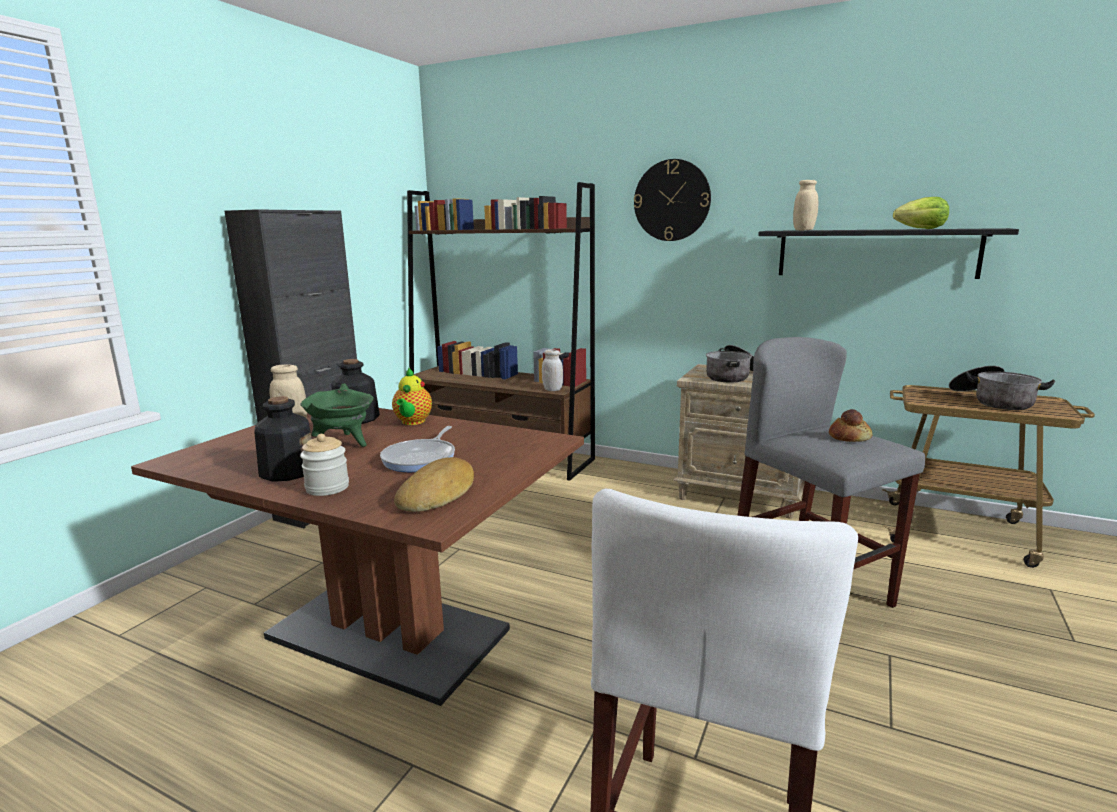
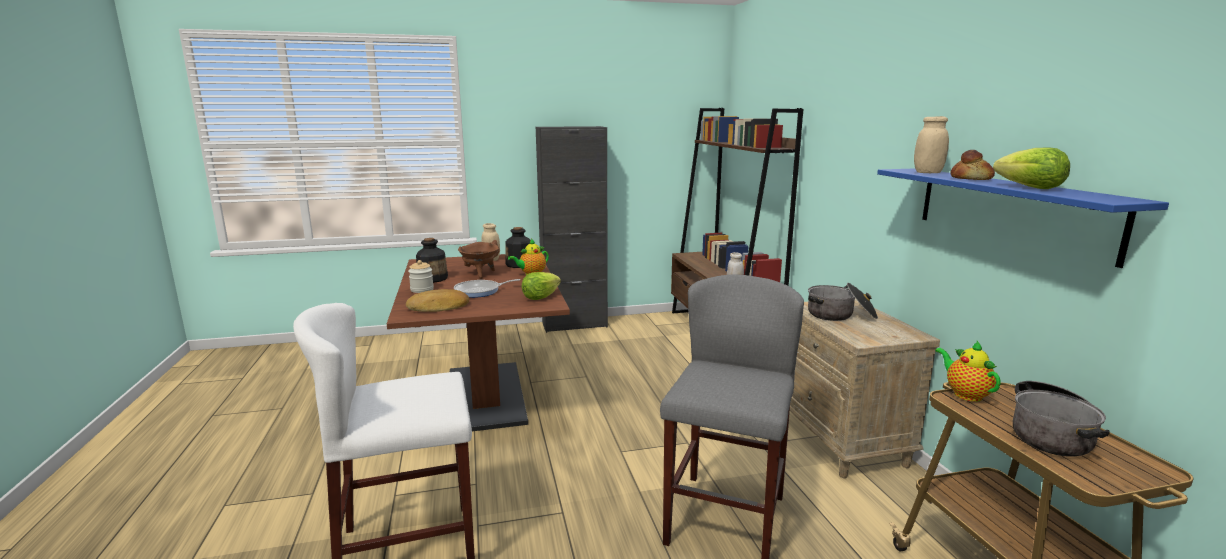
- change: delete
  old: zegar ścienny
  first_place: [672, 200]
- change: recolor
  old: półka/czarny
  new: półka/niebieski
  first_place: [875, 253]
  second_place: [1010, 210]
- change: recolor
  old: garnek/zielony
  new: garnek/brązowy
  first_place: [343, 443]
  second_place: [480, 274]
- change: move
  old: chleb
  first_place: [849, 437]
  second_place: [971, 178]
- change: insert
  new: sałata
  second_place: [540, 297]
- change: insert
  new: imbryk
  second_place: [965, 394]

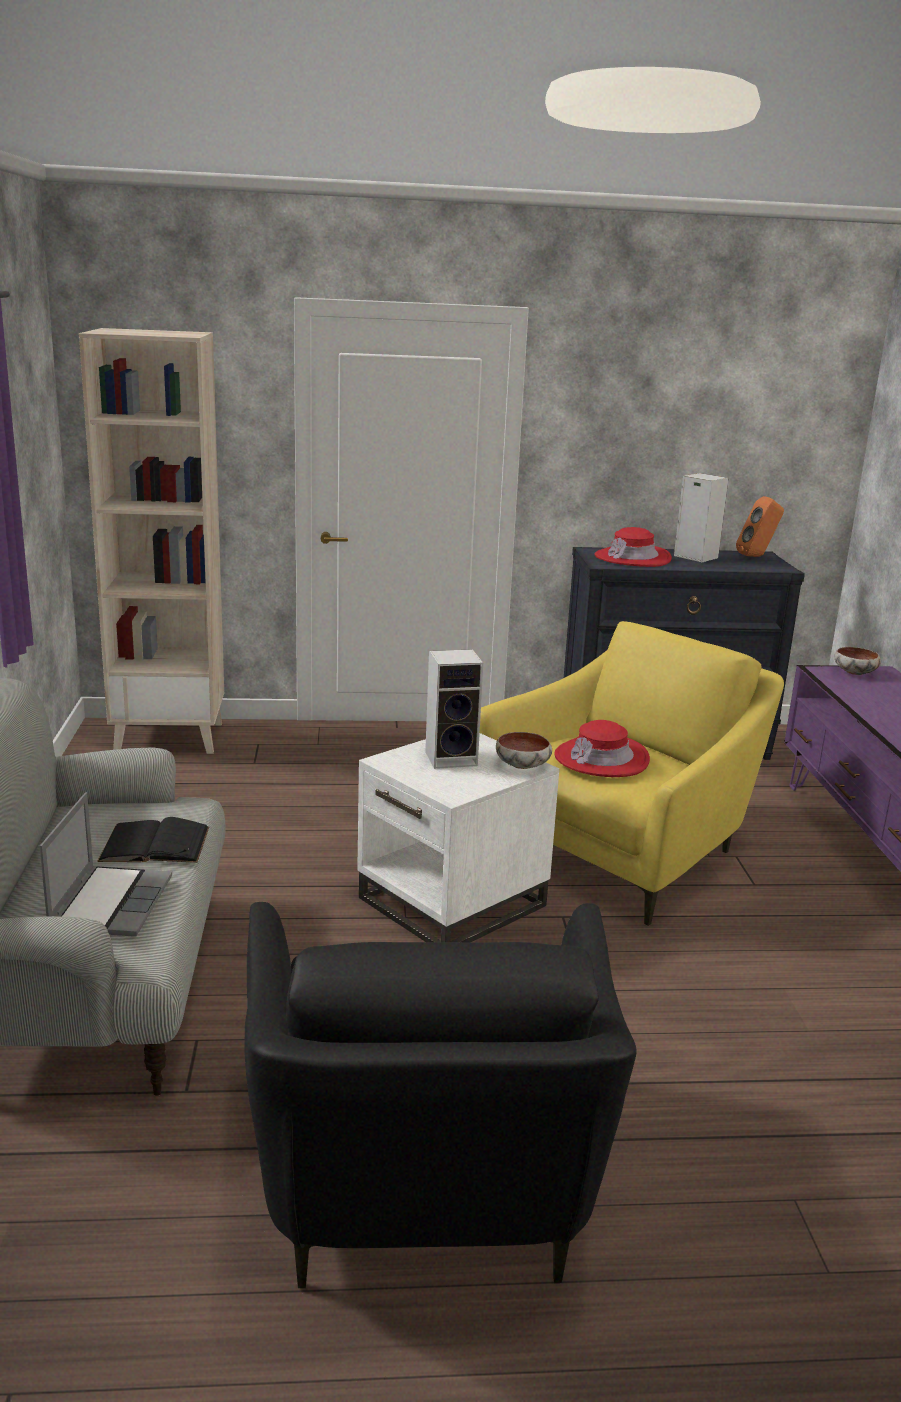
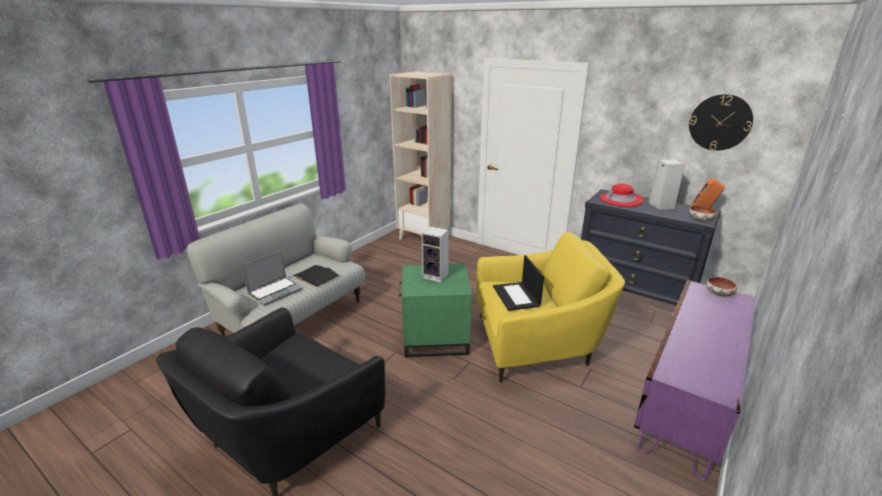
- change: replace
  old: kapelusz/czerwony
  new: laptop
  first_place: [601, 758]
  second_place: [516, 296]
- change: move
  old: miska
  first_place: [523, 766]
  second_place: [700, 220]
- change: recolor
  old: stolik/biały
  new: stolik/zielony
  first_place: [453, 902]
  second_place: [435, 338]
- change: insert
  new: zegar ścienny
  second_place: [720, 122]

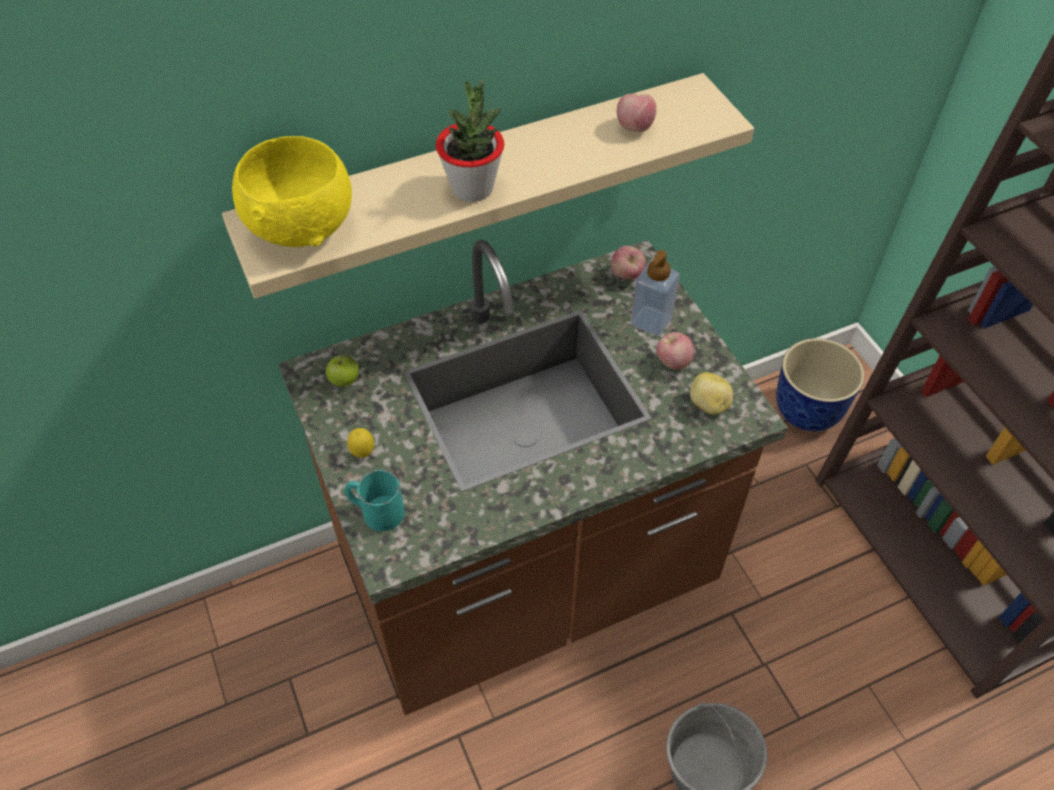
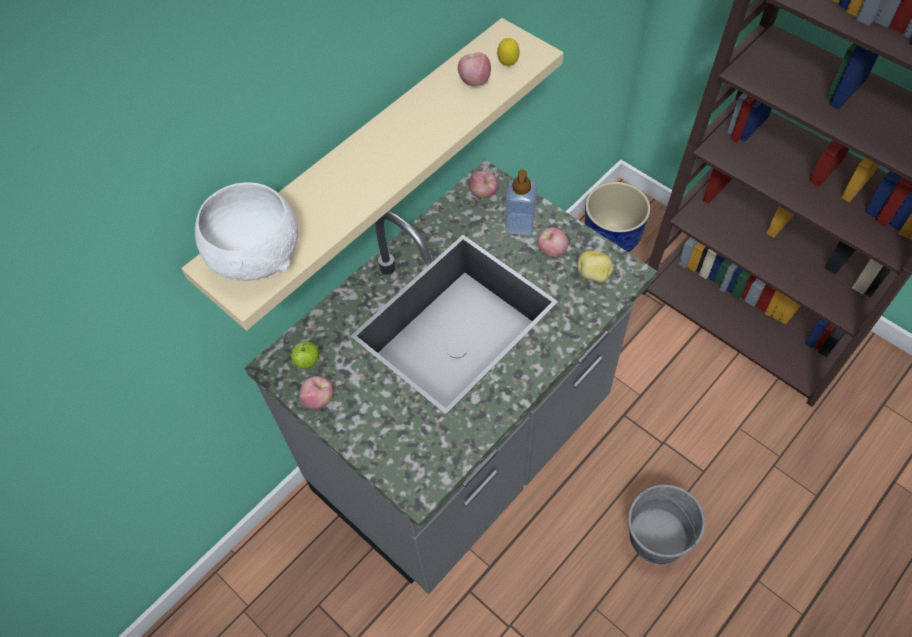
- change: delete
  old: roślina doniczkowa
  first_place: [472, 188]
- change: recolor
  old: miska/żółty
  new: miska/biały
  first_place: [303, 226]
  second_place: [257, 256]
- change: recolor
  old: zabudowa kuchenna/brązowy
  new: zabudowa kuchenna/szary
  first_place: [527, 578]
  second_place: [464, 450]
- change: move
  old: cytryna
  first_place: [363, 453]
  second_place: [508, 64]
- change: delete
  old: kubek/turkusowy
  first_place: [375, 511]
- change: insert
  new: jabłko
  second_place: [319, 399]

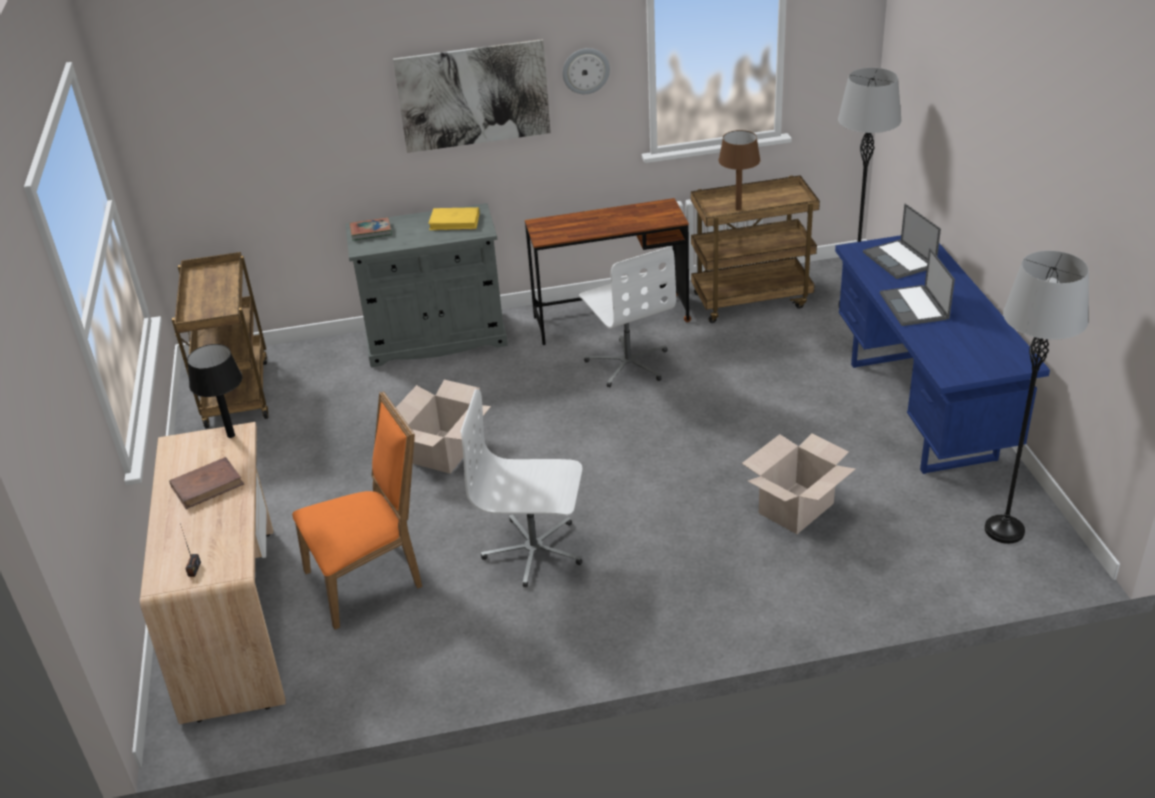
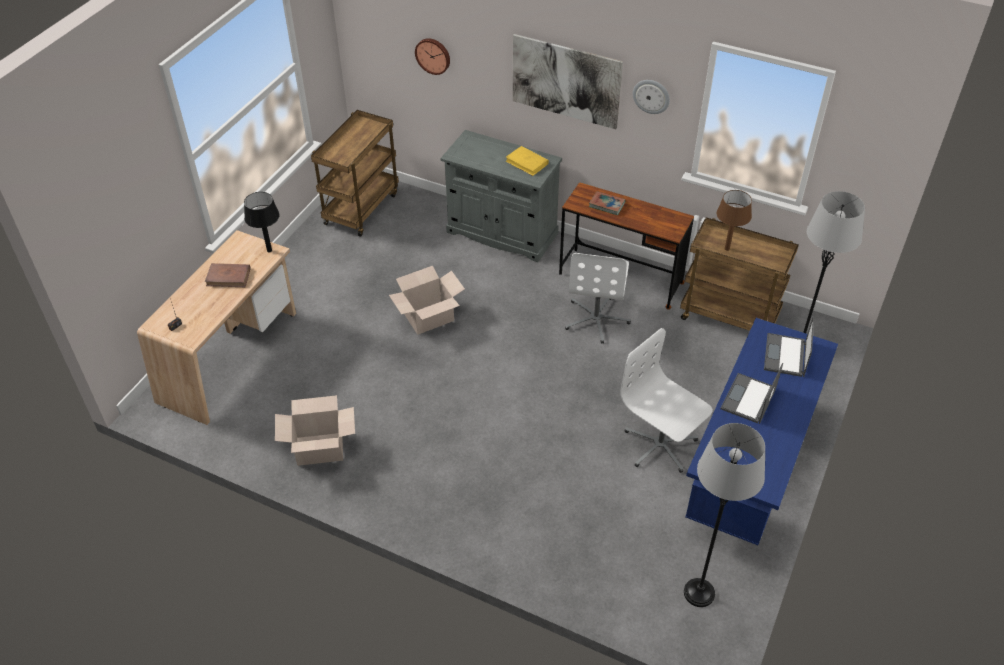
- change: move
  old: książka
  first_place: [371, 231]
  second_place: [607, 205]
- change: move
  old: krzesło biurowe/biały
  first_place: [534, 551]
  second_place: [660, 445]
- change: delete
  old: krzesło/pomarańczowy
  first_place: [370, 578]
- change: move
  old: karton
  first_place: [796, 508]
  second_place: [319, 449]
- change: insert
  new: zegar ścienny
  second_place: [433, 55]

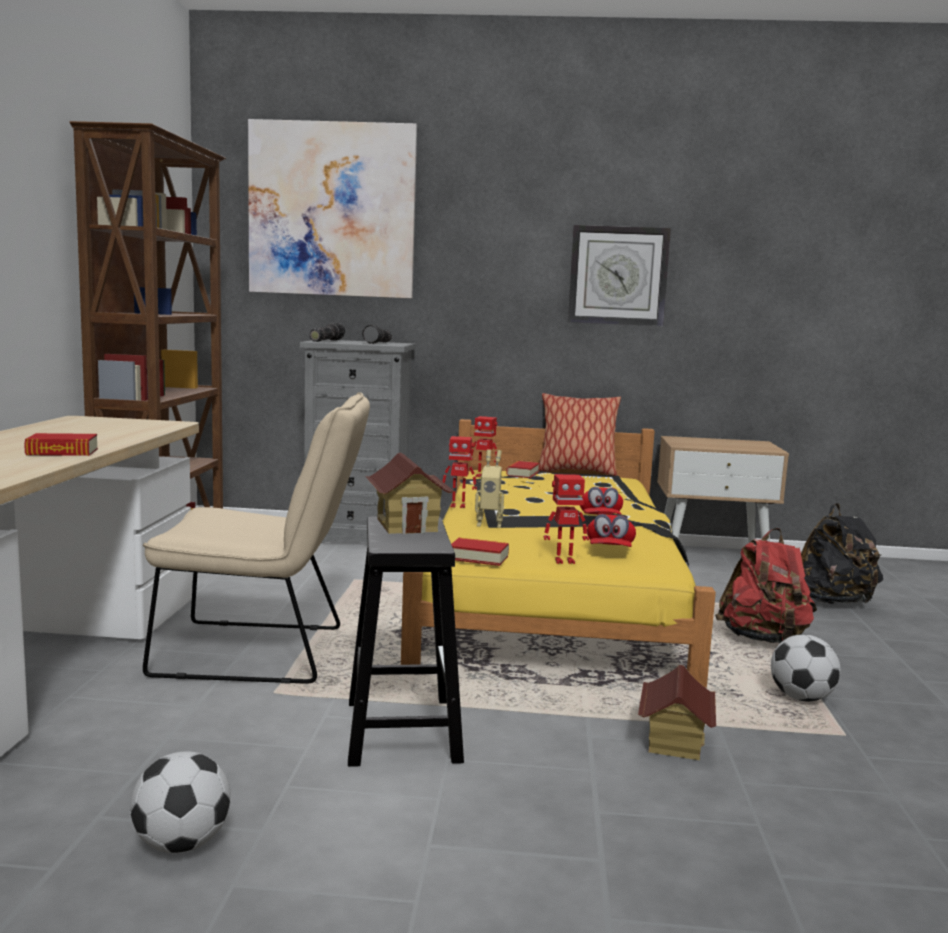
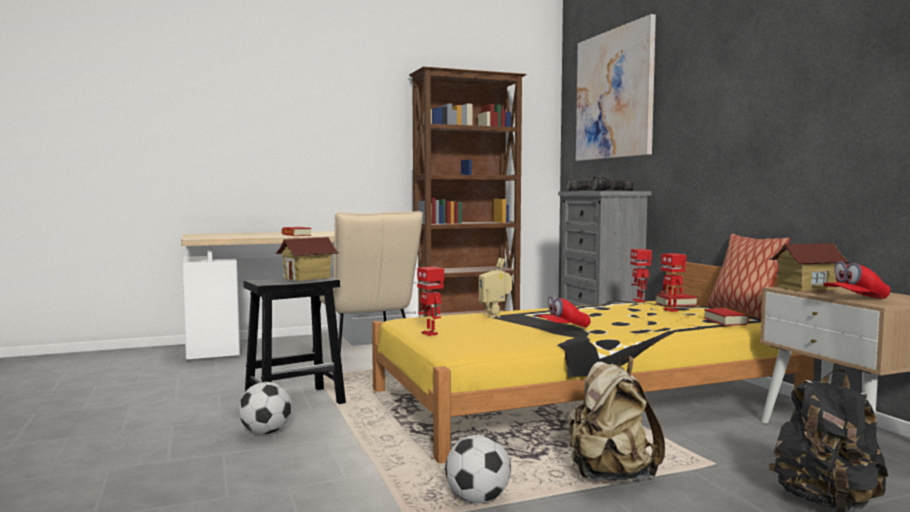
- change: delete
  old: zegar ścienny
  first_place: [618, 276]
- change: move
  old: robot zabawkowy
  first_place: [458, 506]
  second_place: [671, 310]
- change: move
  old: czapka z daszkiem/czerwony
  first_place: [609, 551]
  second_place: [855, 299]
- change: recolor
  old: plecak/czerwony
  new: plecak/beżowy
  first_place: [763, 640]
  second_place: [609, 476]
- change: move
  old: książka
  first_place: [478, 557]
  second_place: [725, 321]
- change: move
  old: domek
  first_place: [673, 742]
  second_place: [806, 289]
- change: move
  old: piłka futbolowa
  first_place: [181, 844]
  second_place: [265, 432]

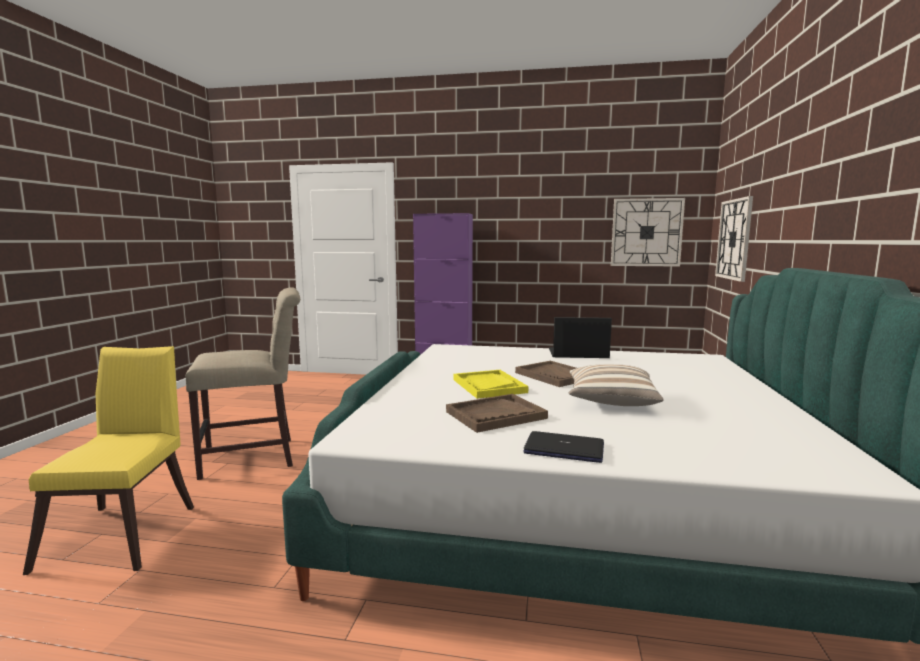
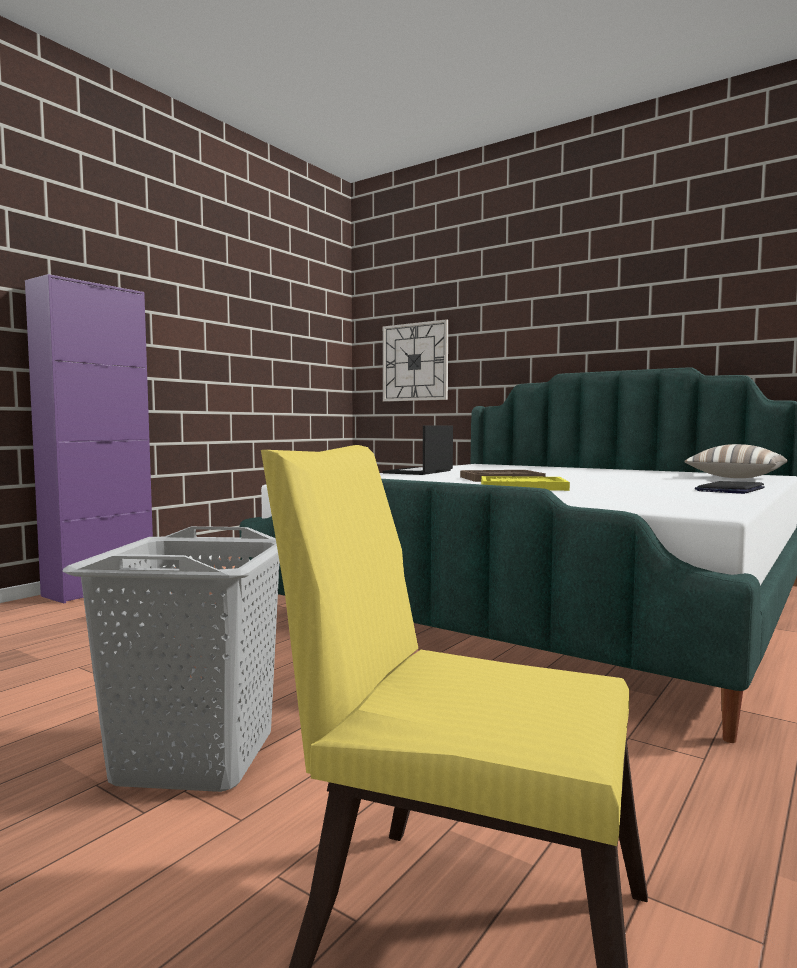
- change: delete
  old: zegar ścienny
  first_place: [646, 232]
- change: replace
  old: krzesło/beżowy
  new: kosz na pranie/szary
  first_place: [255, 457]
  second_place: [196, 756]
- change: move
  old: poduszka
  first_place: [610, 401]
  second_place: [735, 478]
- change: delete
  old: taca/brązowy
  first_place: [495, 415]

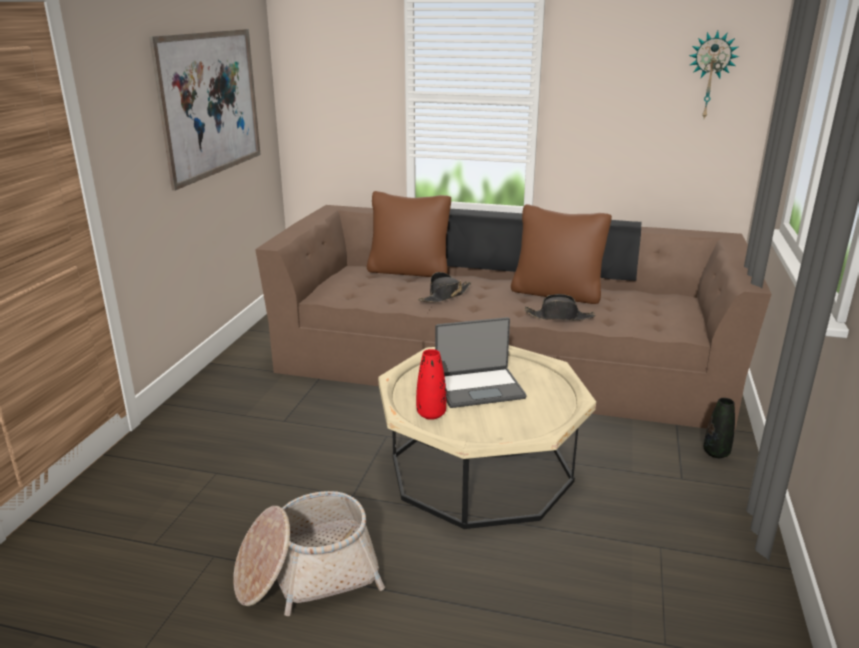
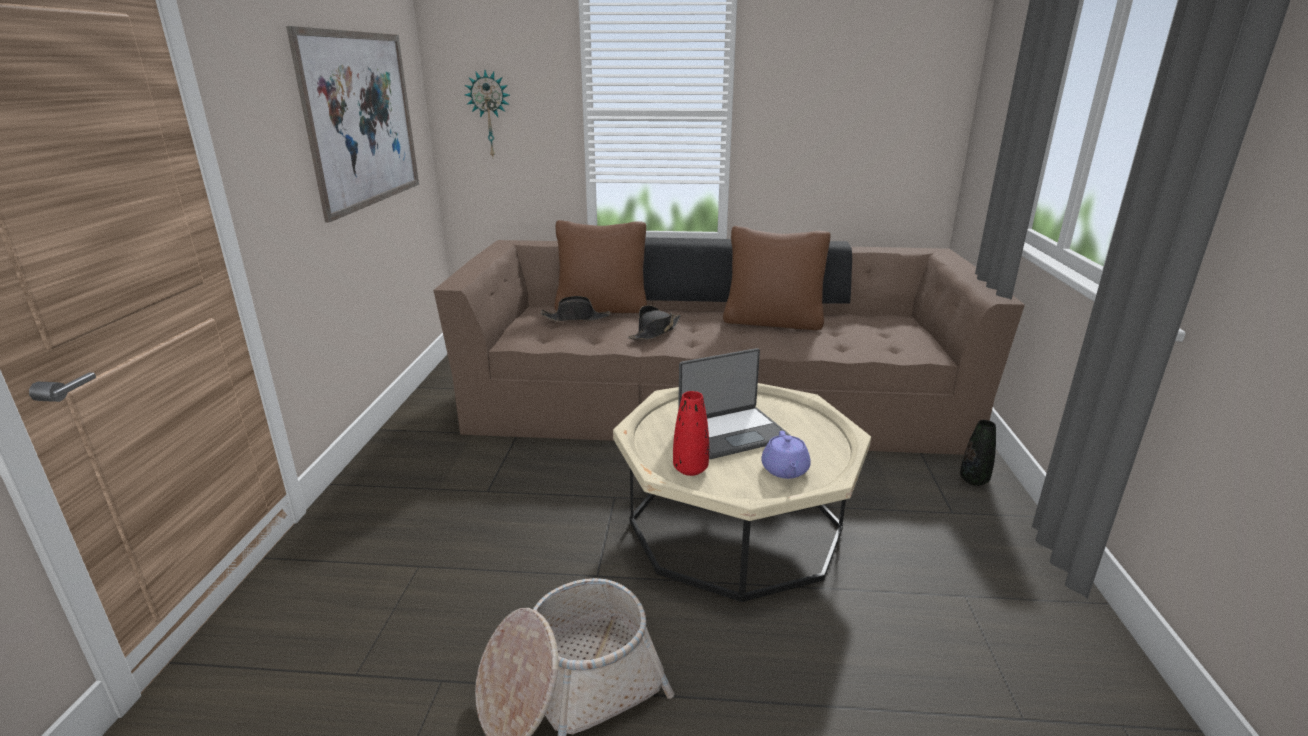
- change: move
  old: zegar ścienny
  first_place: [710, 75]
  second_place: [490, 114]
- change: move
  old: kapelusz/czarny
  first_place: [559, 316]
  second_place: [576, 318]
- change: insert
  new: imbryk/fioletowy
  second_place: [785, 470]

